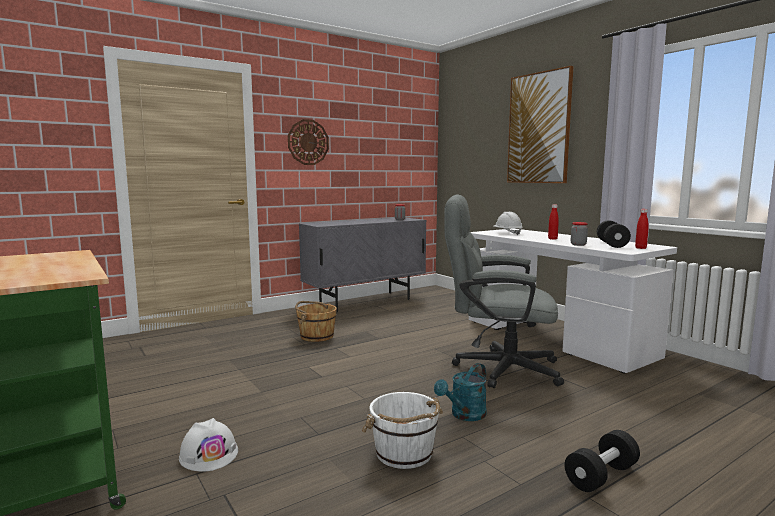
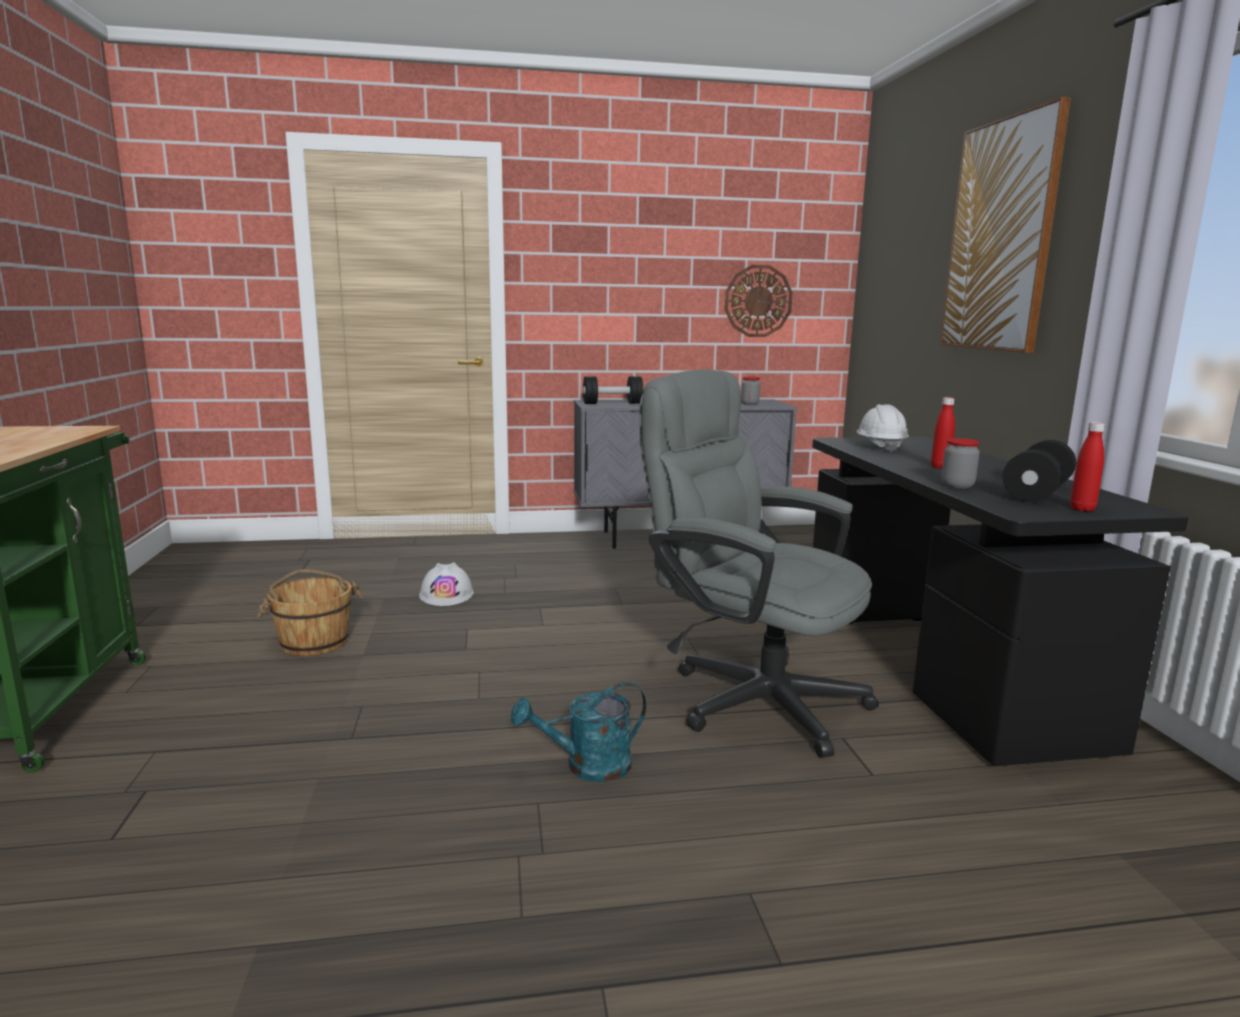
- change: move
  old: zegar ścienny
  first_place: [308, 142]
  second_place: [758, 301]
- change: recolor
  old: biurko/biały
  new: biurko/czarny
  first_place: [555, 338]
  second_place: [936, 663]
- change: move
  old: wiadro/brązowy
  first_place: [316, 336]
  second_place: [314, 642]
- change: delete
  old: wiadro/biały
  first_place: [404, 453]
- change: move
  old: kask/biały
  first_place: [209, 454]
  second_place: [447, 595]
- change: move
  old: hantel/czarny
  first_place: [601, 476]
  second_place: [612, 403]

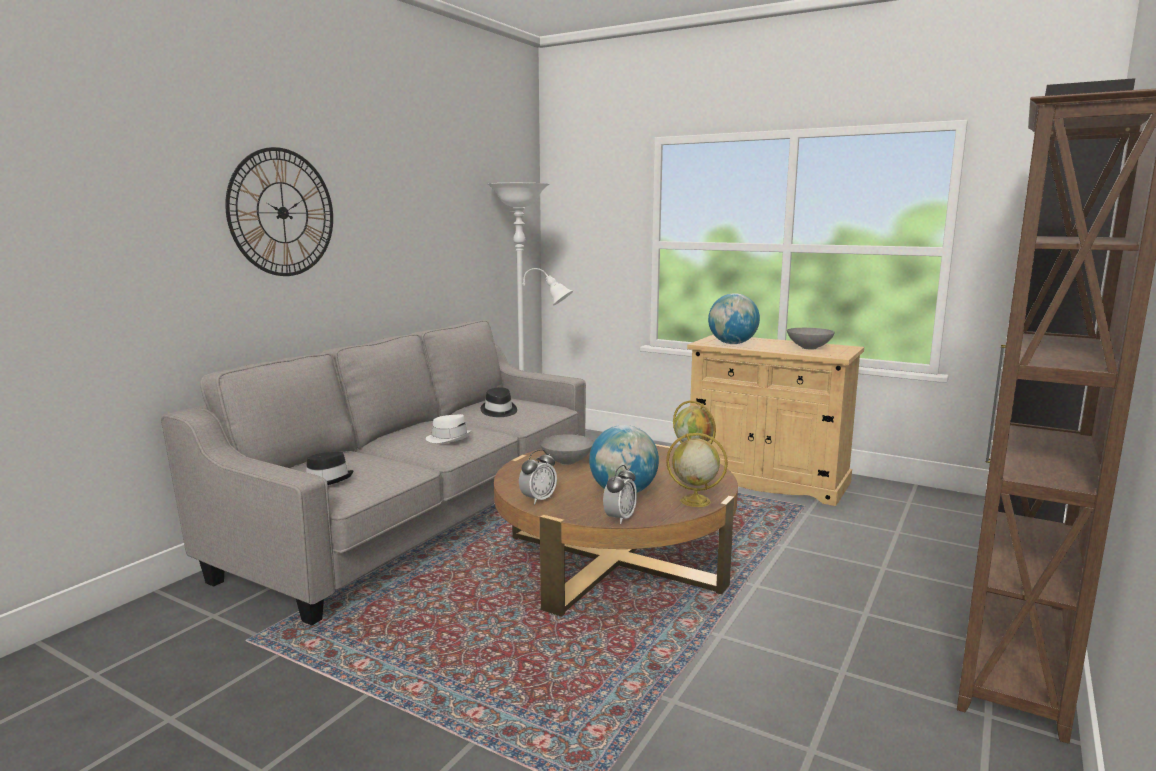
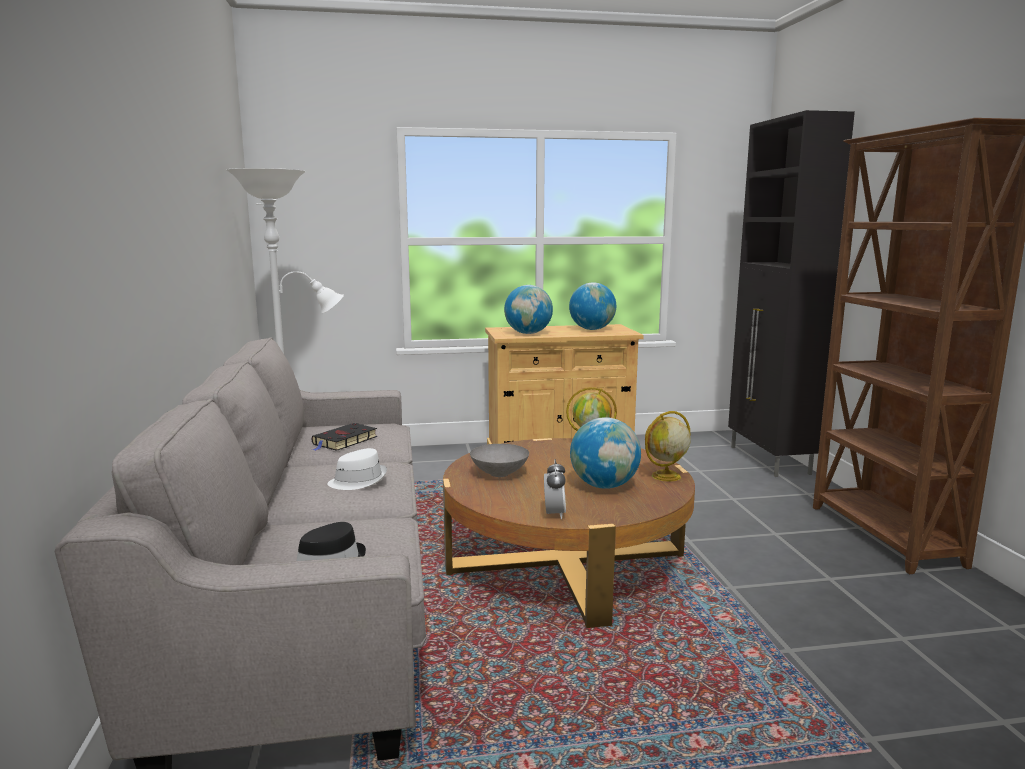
- change: delete
  old: zegar ścienny
  first_place: [282, 213]
- change: replace
  old: miska/szary
  new: globus
  first_place: [810, 348]
  second_place: [592, 329]
- change: replace
  old: kapelusz/czarny
  new: książka/czarny
  first_place: [498, 411]
  second_place: [344, 441]
- change: delete
  old: budzik
  first_place: [619, 518]

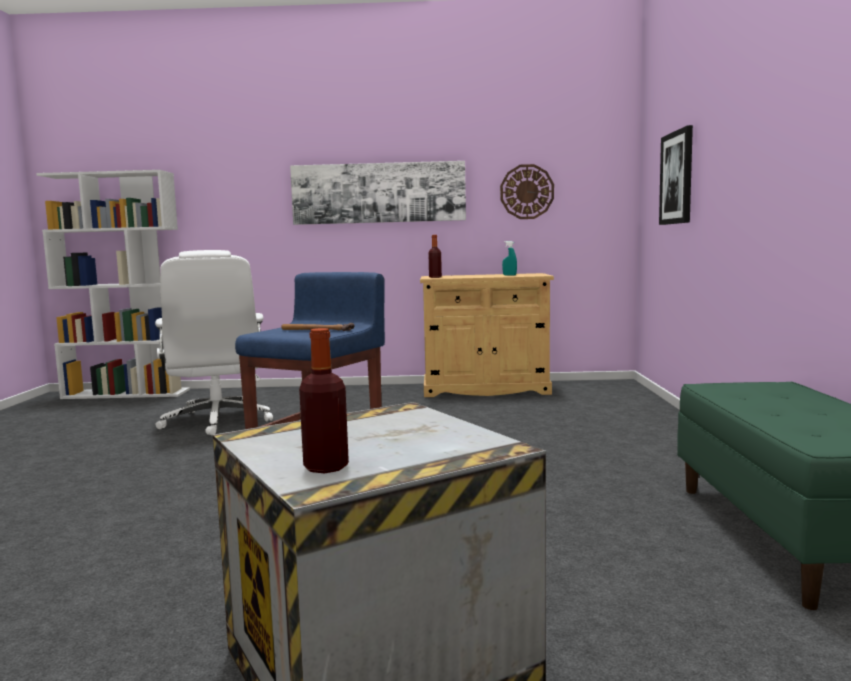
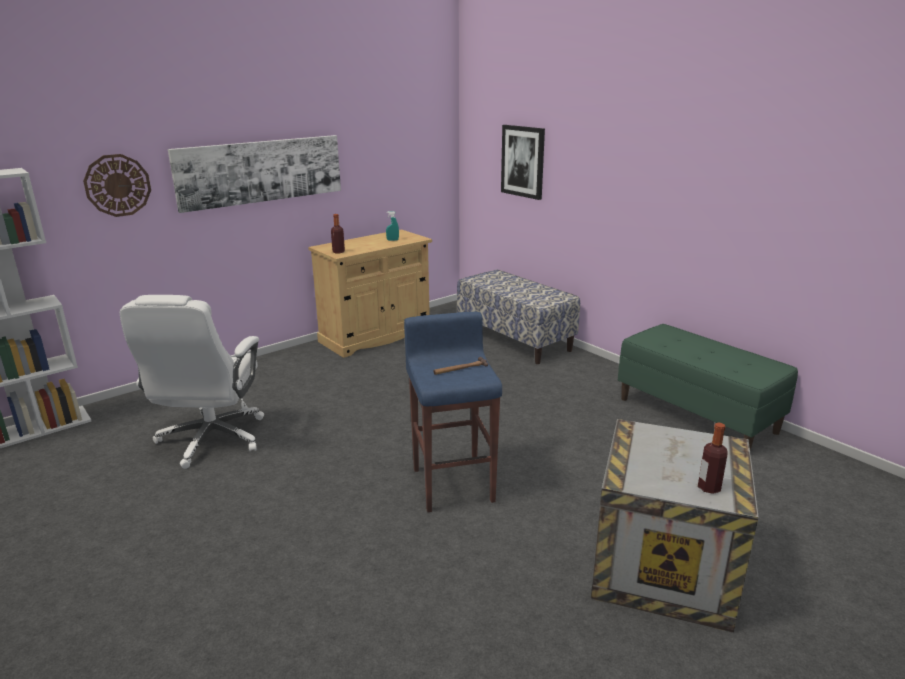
- change: move
  old: zegar ścienny
  first_place: [527, 192]
  second_place: [117, 185]
- change: rotate
  old: krzesło biurowe/biały
  first_place: [217, 421]
  second_place: [211, 439]
  degrees: 60
- change: insert
  new: ławka
  second_place: [515, 340]

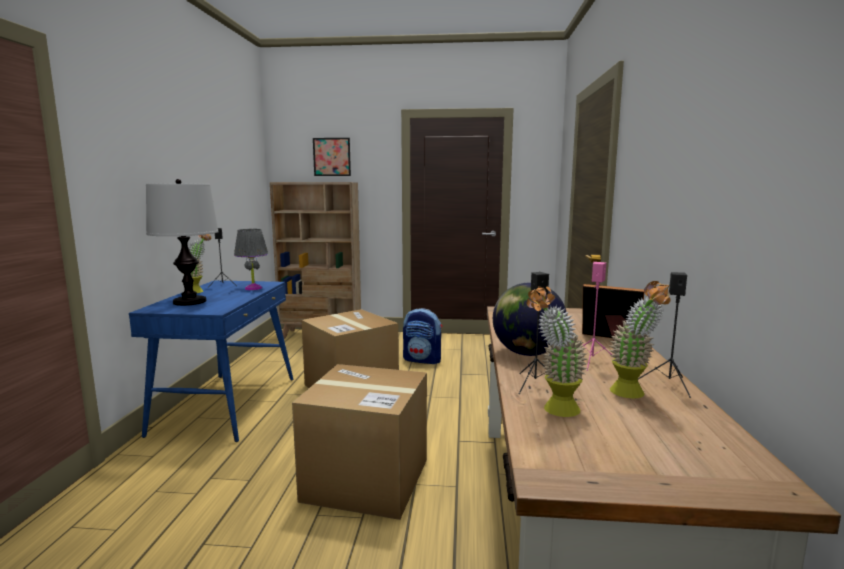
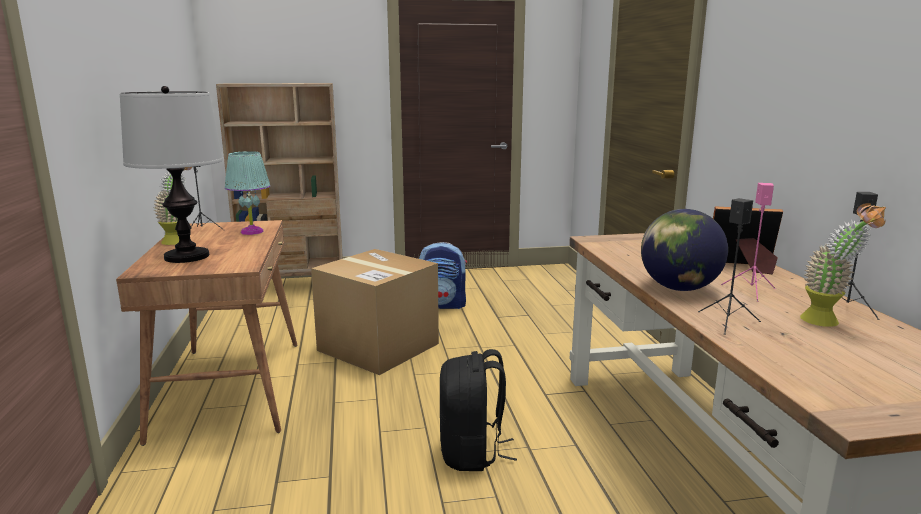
- change: delete
  old: obraz
  first_place: [332, 157]
- change: recolor
  old: lampa stołowa/szary
  new: lampa stołowa/turkusowy
  first_place: [253, 288]
  second_place: [252, 232]
- change: recolor
  old: biurko/niebieski
  new: biurko/brązowy
  first_place: [227, 404]
  second_place: [230, 387]
- change: delete
  old: roślina doniczkowa
  first_place: [553, 410]
- change: replace
  old: karton
  new: plecak/czarny
  first_place: [366, 479]
  second_place: [472, 453]

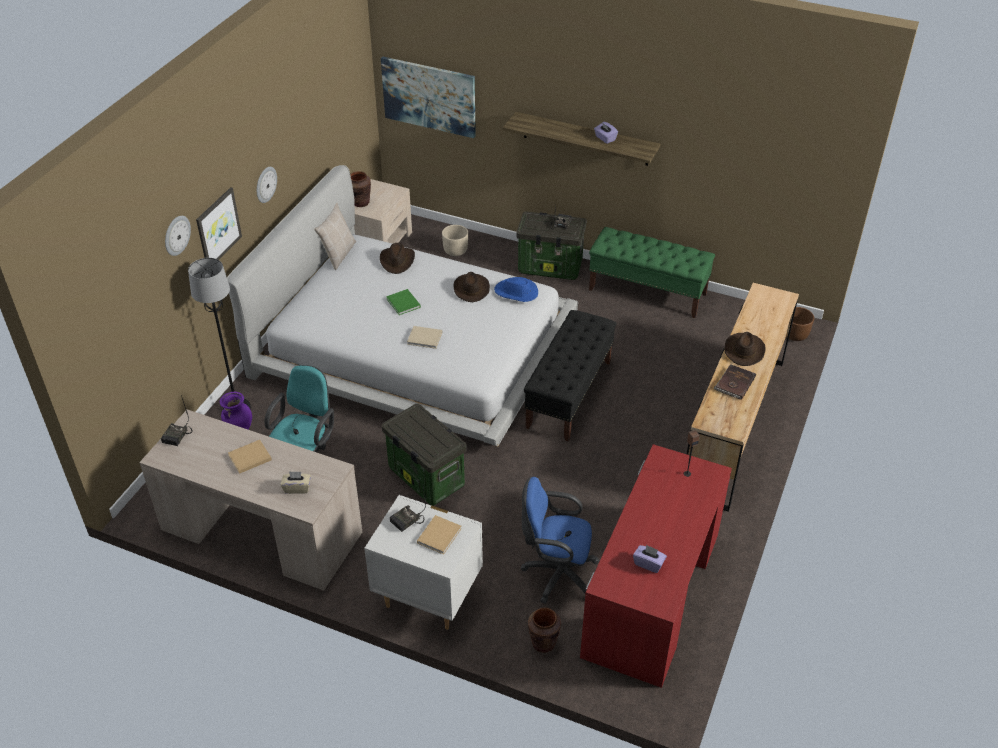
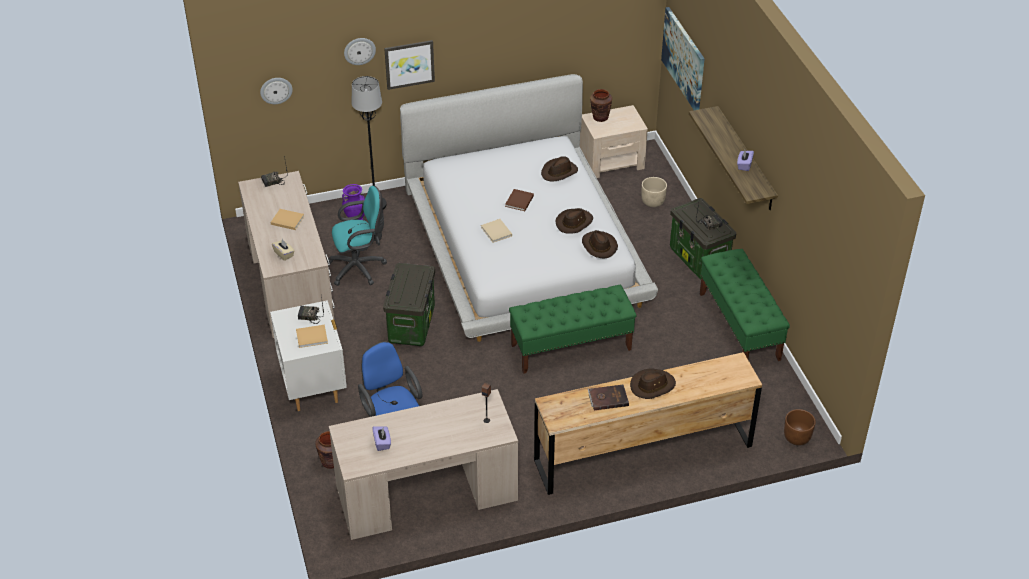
- change: move
  old: zegar ścienny
  first_place: [265, 184]
  second_place: [276, 90]
- change: delete
  old: poduszka/beżowy
  first_place: [338, 254]
- change: recolor
  old: kapelusz/niebieski
  new: kapelusz/brązowy
  first_place: [516, 292]
  second_place: [598, 246]
- change: recolor
  old: książka/zielony
  new: książka/brązowy
  first_place: [403, 303]
  second_place: [519, 201]
- change: recolor
  old: ławka/czarny
  new: ławka/zielony
  first_place: [569, 394]
  second_place: [571, 347]
- change: recolor
  old: biurko/czerwony
  new: biurko/beżowy
  first_place: [651, 594]
  second_place: [426, 492]

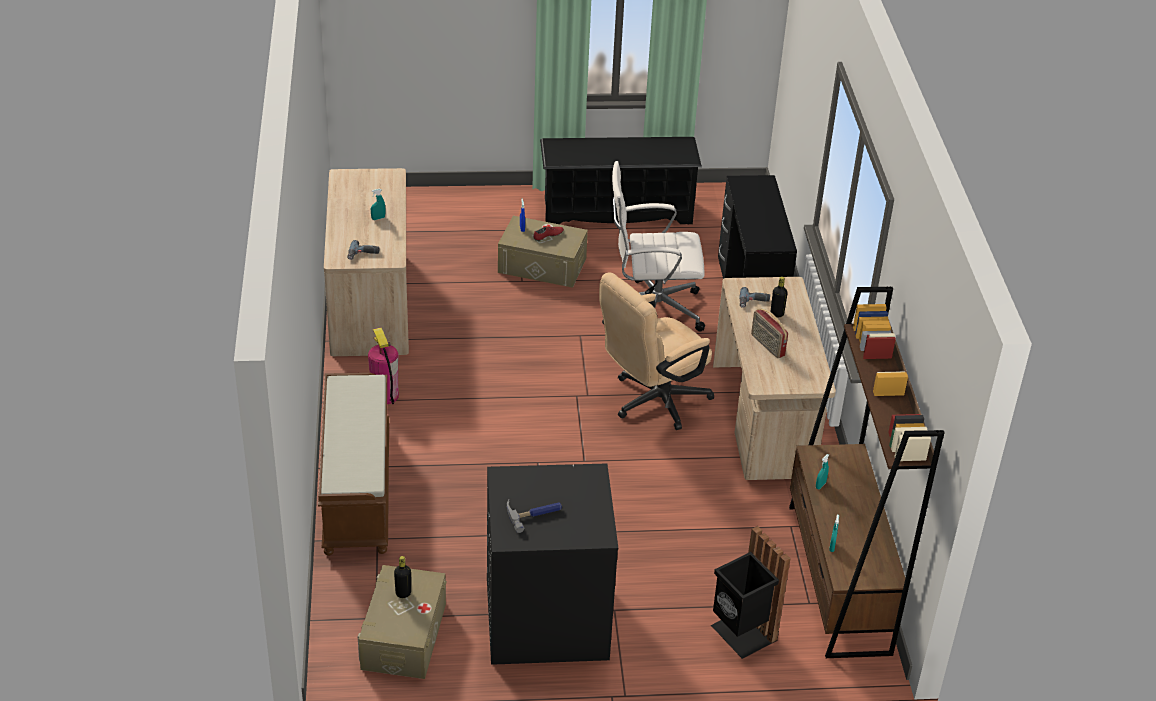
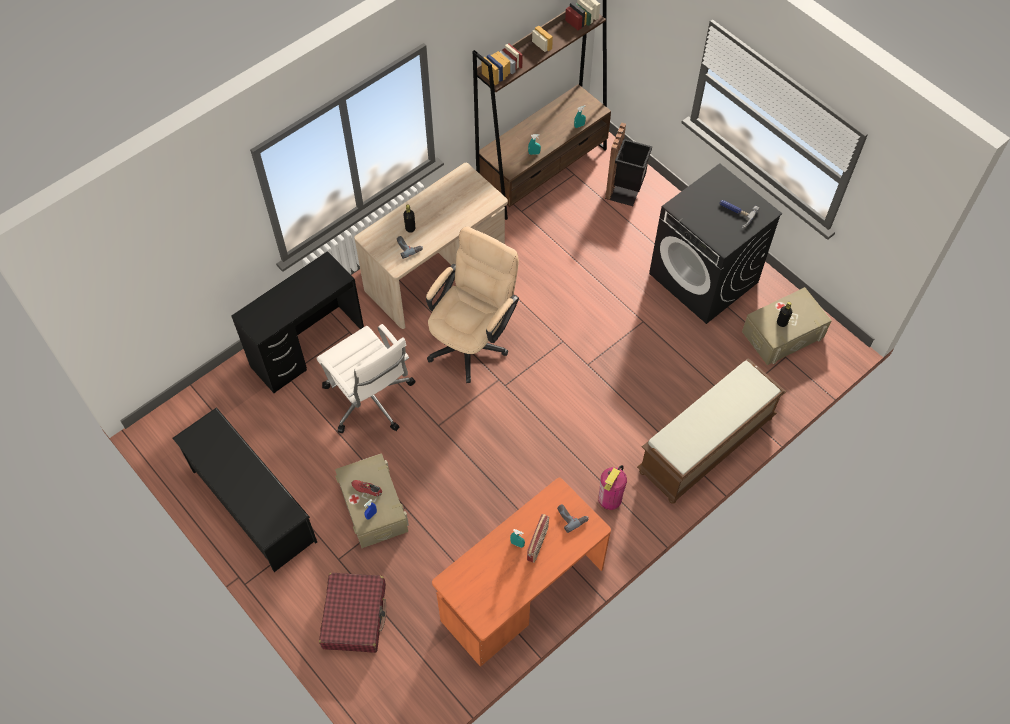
- change: recolor
  old: biurko/beżowy
  new: biurko/pomarańczowy
  first_place: [369, 302]
  second_place: [521, 592]
- change: rotate
  old: krzesło biurowe/beżowy
  first_place: [652, 402]
  second_place: [472, 340]
  degrees: -75
- change: move
  old: radio
  first_place: [767, 345]
  second_place: [538, 544]
- change: insert
  new: walizka/czerwony
  second_place: [354, 616]

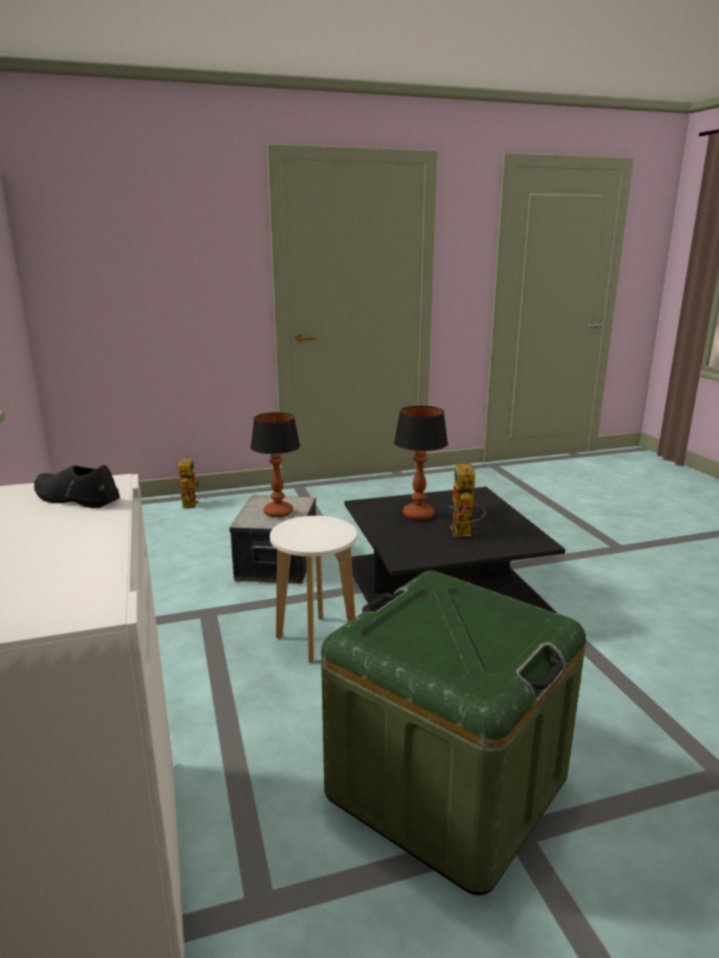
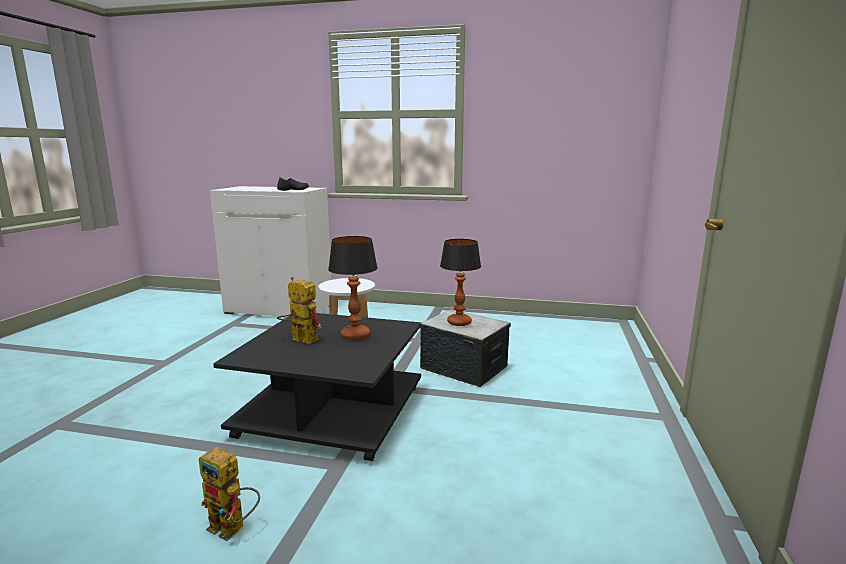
- change: move
  old: robot zabawkowy
  first_place: [189, 503]
  second_place: [233, 529]
- change: delete
  old: pojemnik do przechowywania/zielony
  first_place: [447, 786]

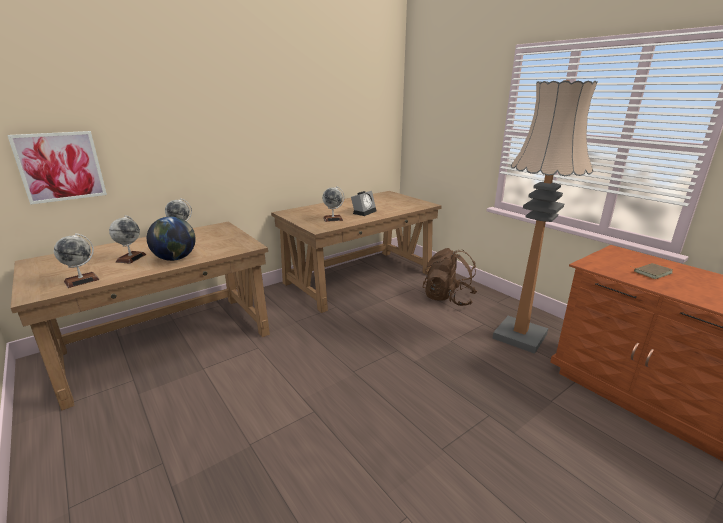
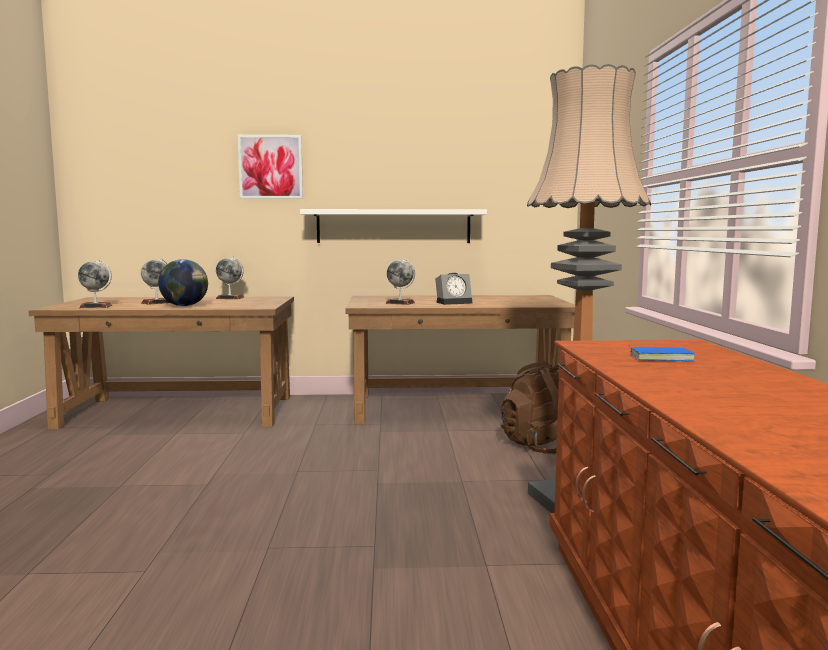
- change: move
  old: obraz
  first_place: [60, 166]
  second_place: [270, 167]
- change: recolor
  old: książka/brązowy
  new: książka/niebieski
  first_place: [651, 272]
  second_place: [661, 357]
- change: insert
  new: półka/biały
  second_place: [393, 226]

